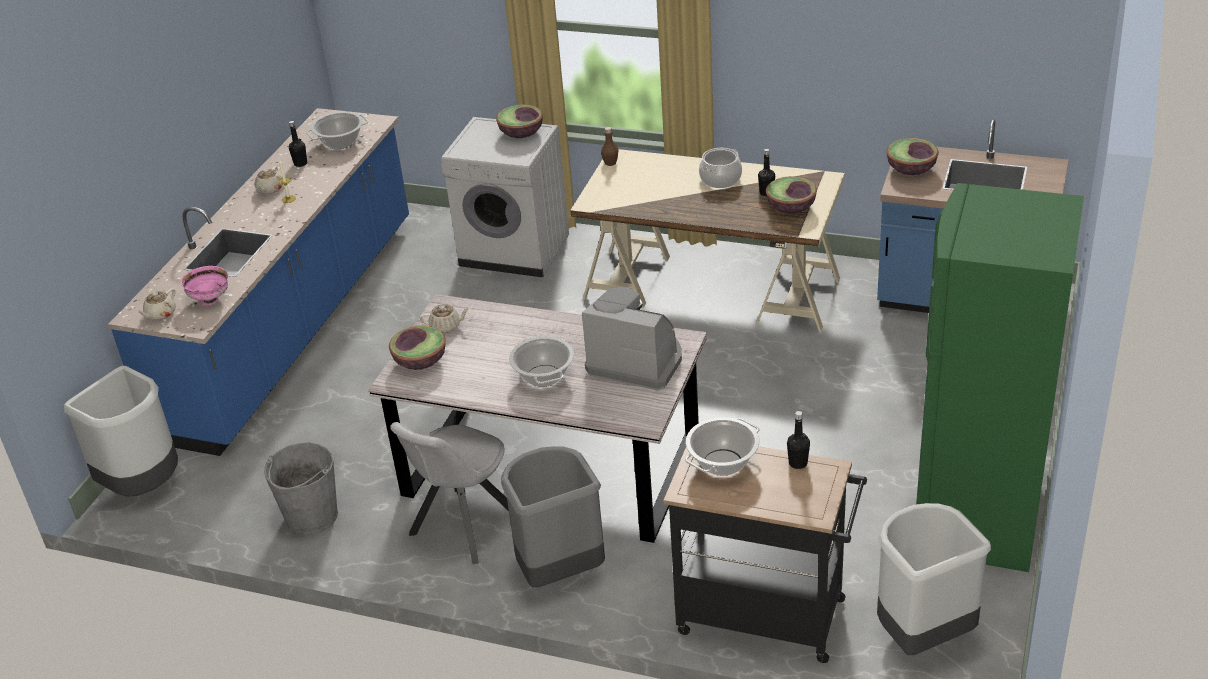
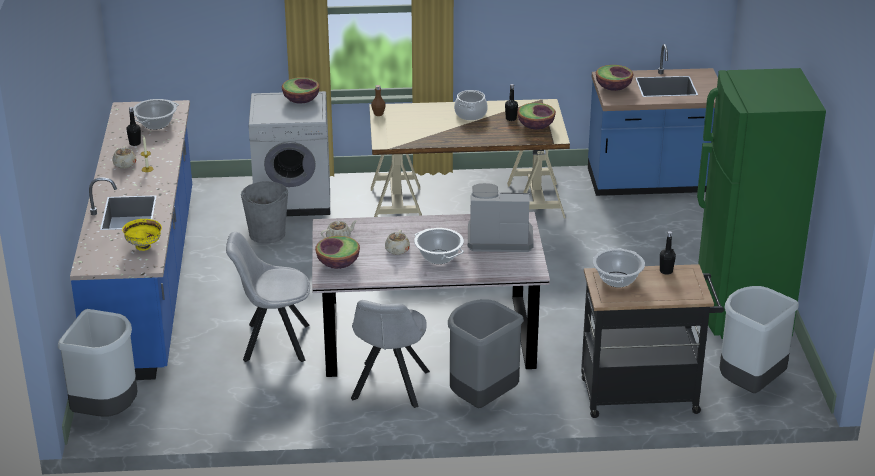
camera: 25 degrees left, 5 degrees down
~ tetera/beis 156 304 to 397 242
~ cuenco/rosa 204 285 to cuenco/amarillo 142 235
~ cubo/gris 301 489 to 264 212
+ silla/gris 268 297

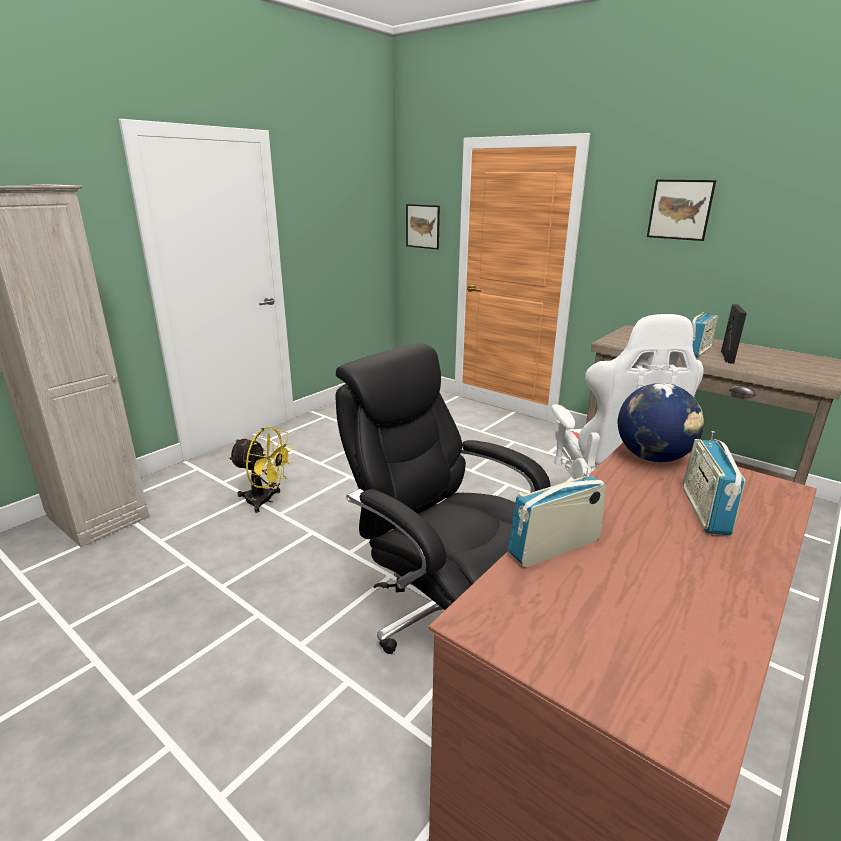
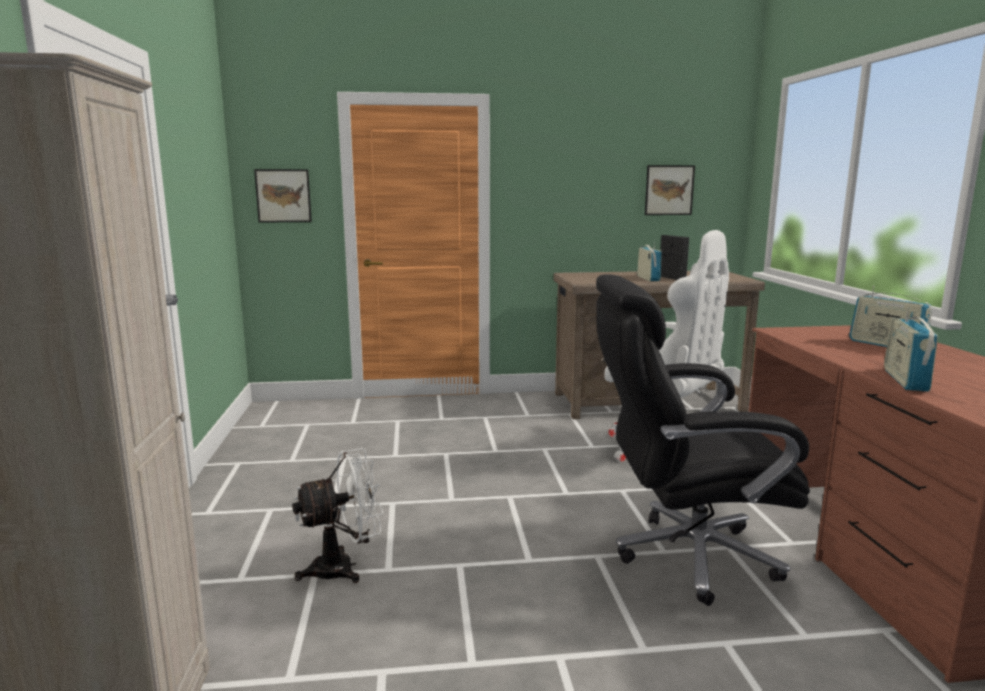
camera: 45 degrees left, 10 degrees down
~ ventilador/amarillo 261 470 to ventilador/blanco 337 515
- globo terráqueo 661 423
~ cuadro 681 210 to 670 190

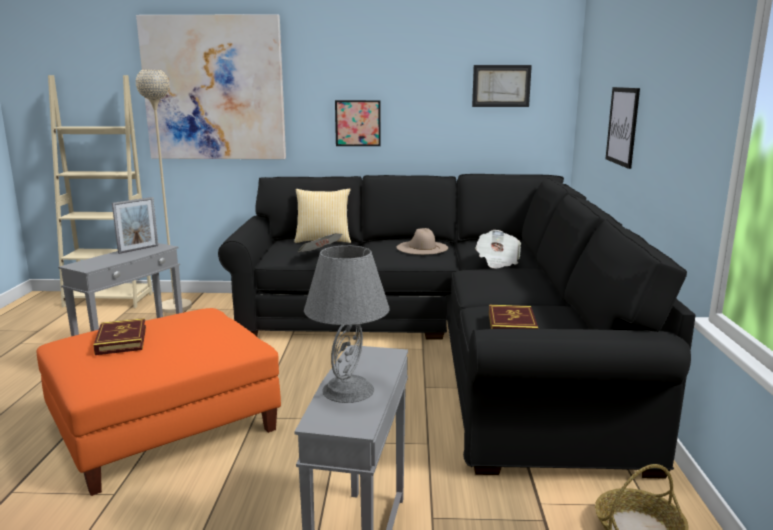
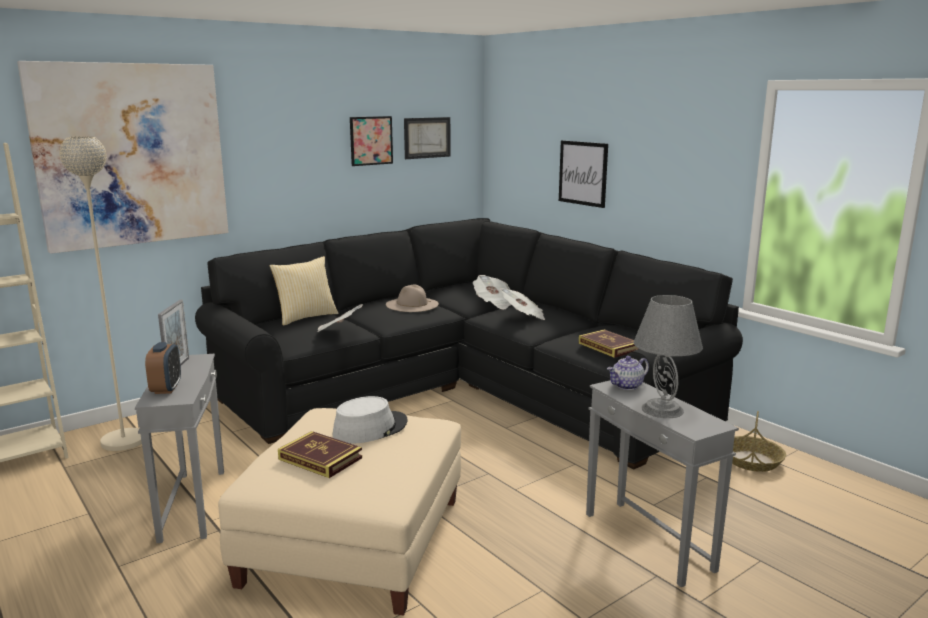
camera: 40 degrees left, 0 degrees up
~ puf/naranja 159 402 to puf/beis 339 512
~ cuadro 358 123 to 371 141
+ despertador 163 368
+ sombrero/gris 370 420
+ periódico 522 304
+ tetera 628 373

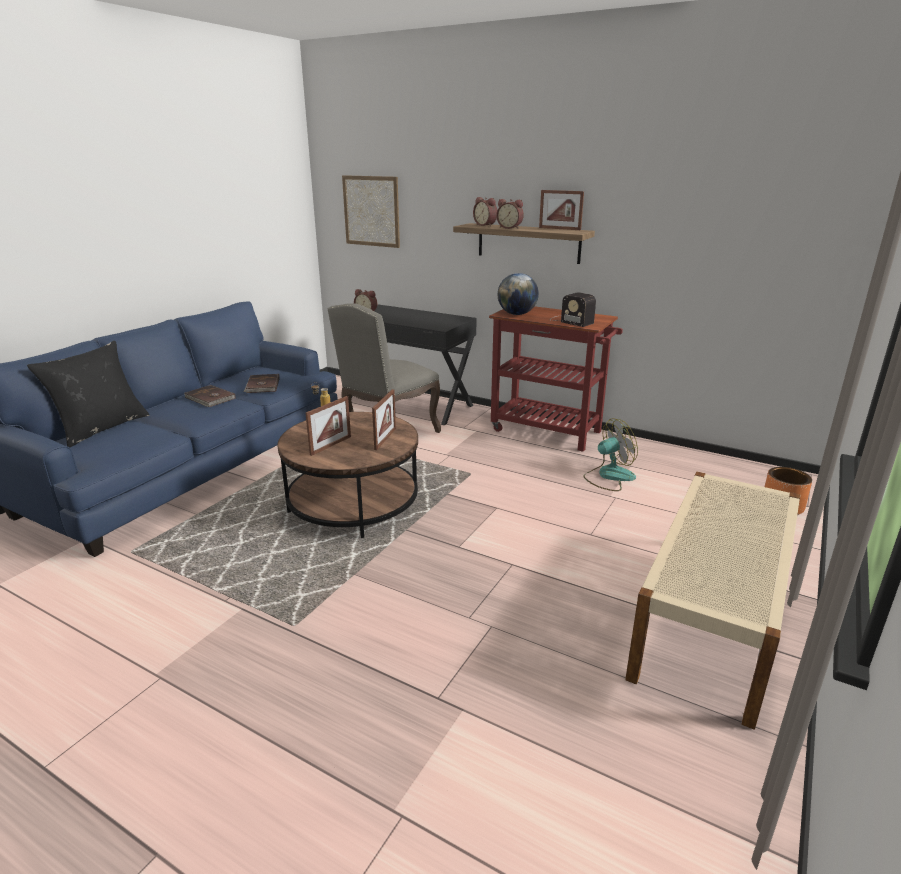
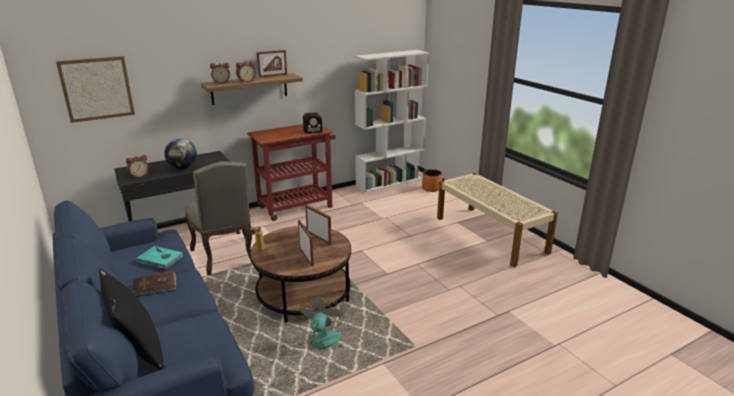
camera: 60 degrees left, 0 degrees up
~ libro/marrón 261 383 to libro/turquesa 159 257
~ globo terráqueo 518 294 to 180 153
~ ventilador 610 454 to 322 325
+ estantería/blanco 391 121

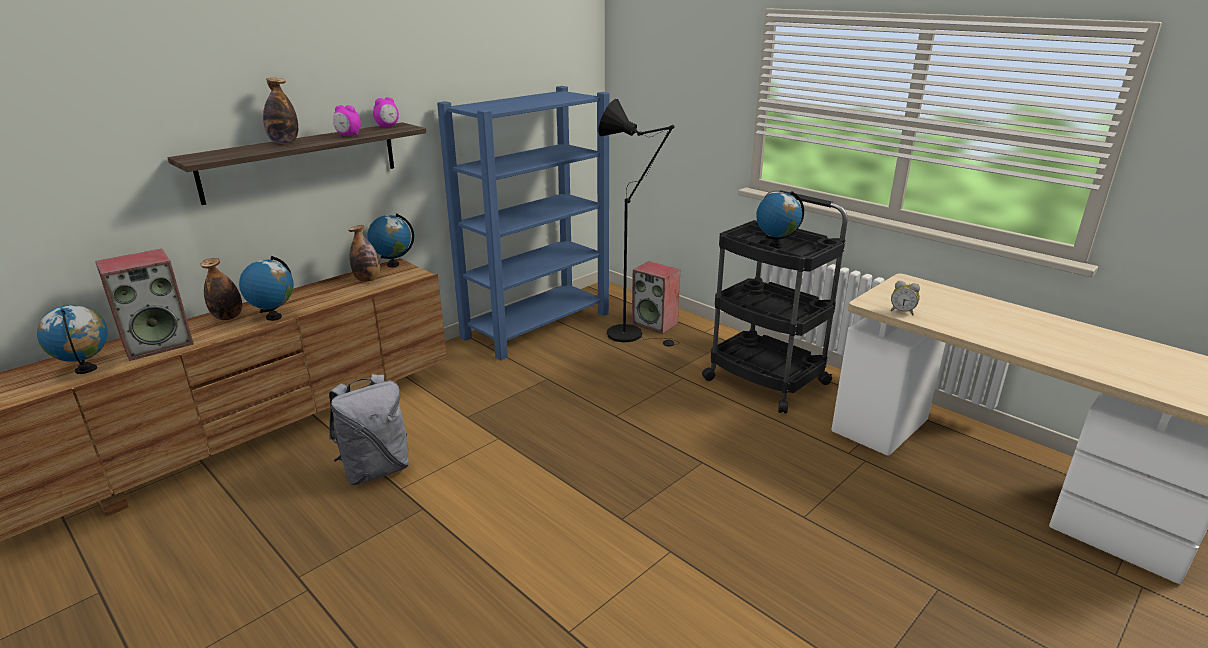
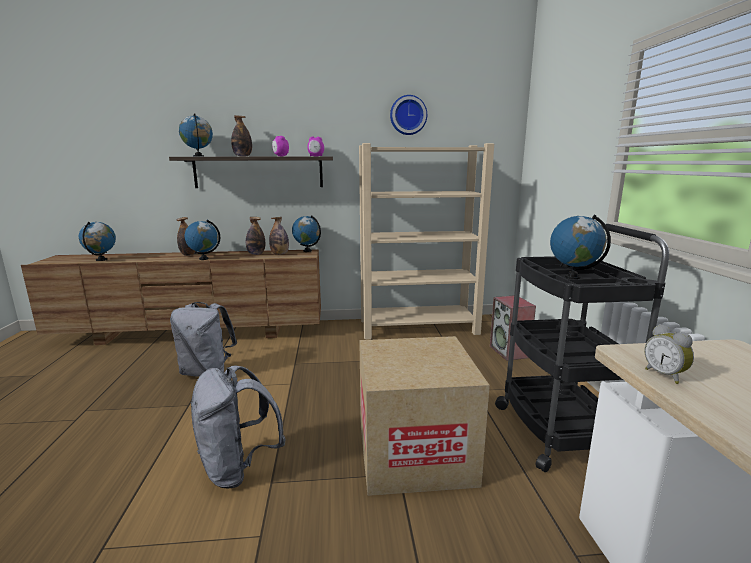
camera: 40 degrees right, 10 degrees down
- altavoz 144 305
~ estantería/azul 523 223 to estantería/beis 426 241
- lámpara de pie/negro 637 223
+ globo terráqueo 196 135
+ mochila/gris 238 426
+ botella 255 236
+ caja de cartón 424 416
+ reloj de pared 408 115

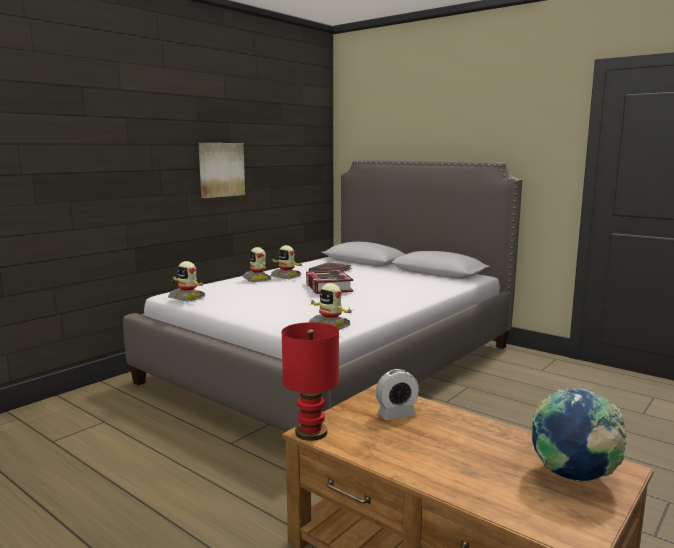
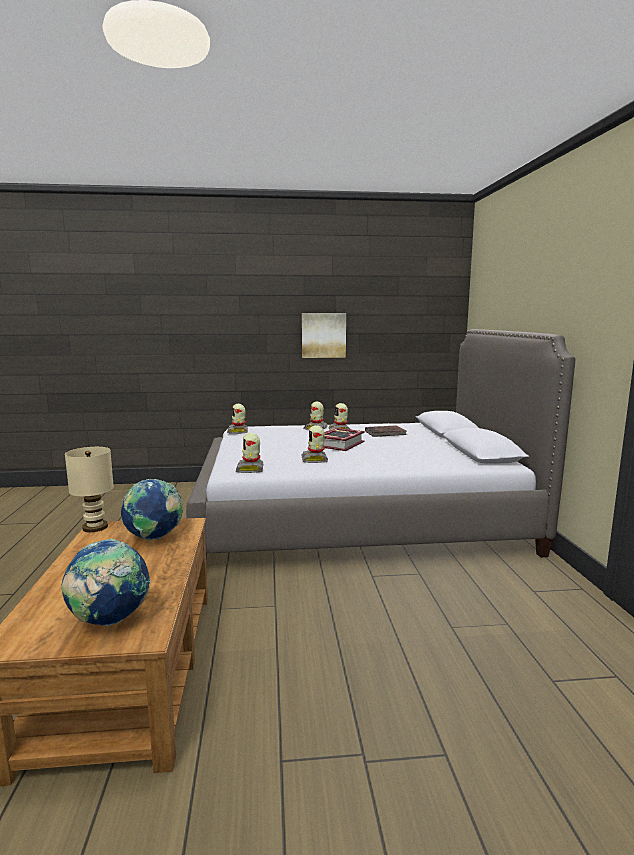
camera: 45 degrees right, 0 degrees up
~ lámpara de mesa/rojo 310 381 to lámpara de mesa/beis 89 489
~ despertador 397 394 to globo terráqueo 152 510
+ robot de juguete 315 444

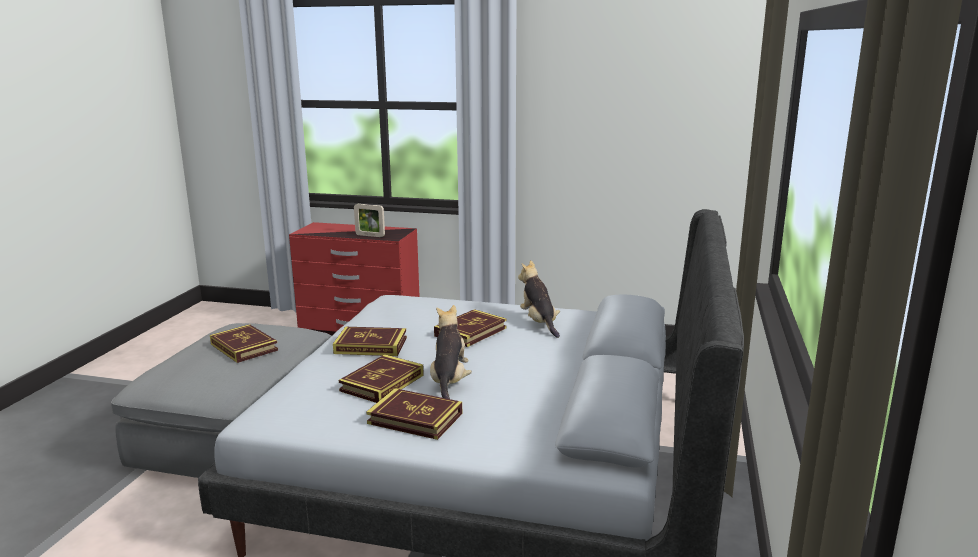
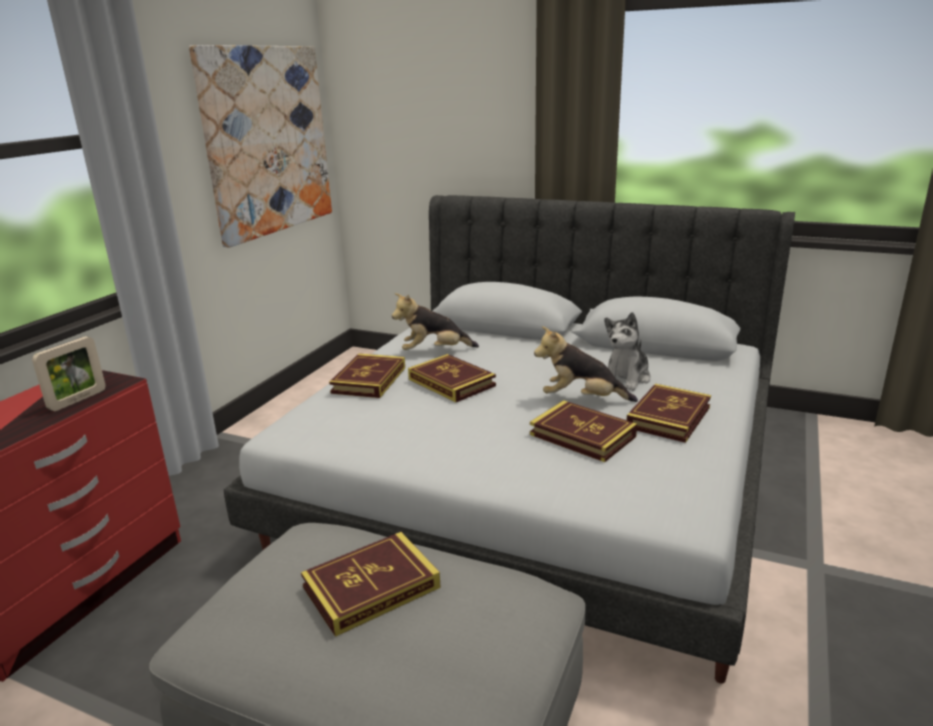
camera: 80 degrees left, 5 degrees up
~ libro 370 341 to 367 376
+ cuadro 260 146
+ peluche 627 351

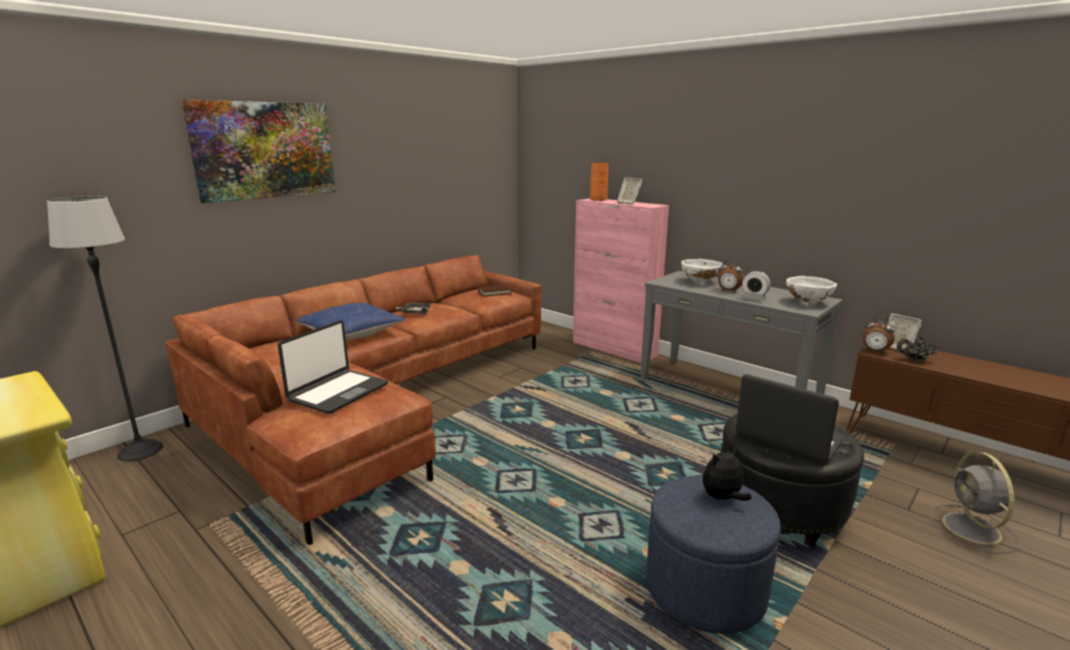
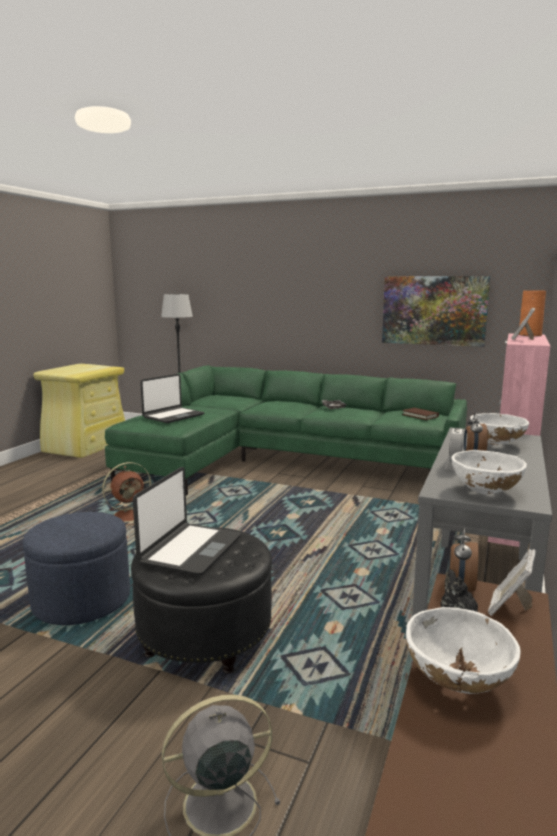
camera: 70 degrees right, 5 degrees down
~ sofá/marrón 353 400 to sofá/verde 286 430
~ cuadro 259 151 to 436 311
~ portátil 333 367 = 172 398 60 degrees counterclockwise
- cojín/azul 350 321
- peluche 727 473
+ ventilador/marrón 126 493
+ cuenco/blanco 463 650

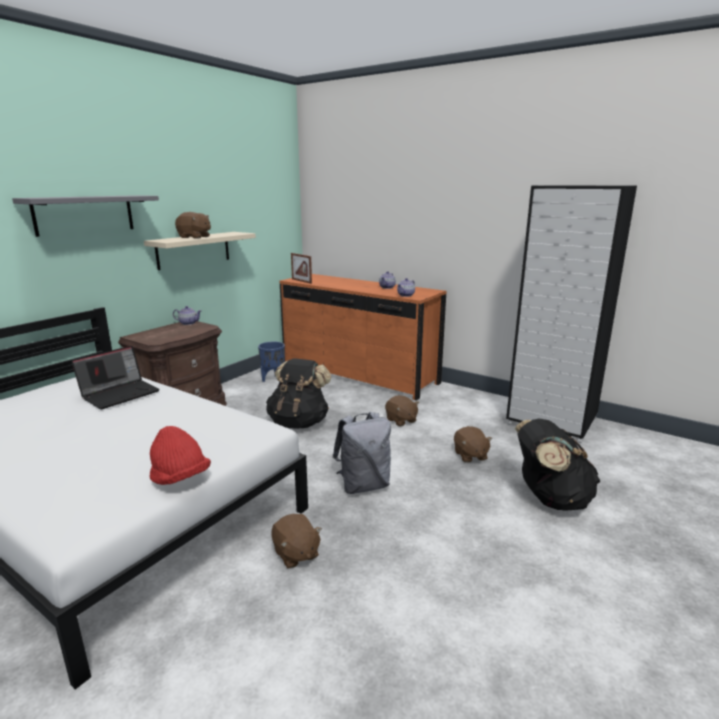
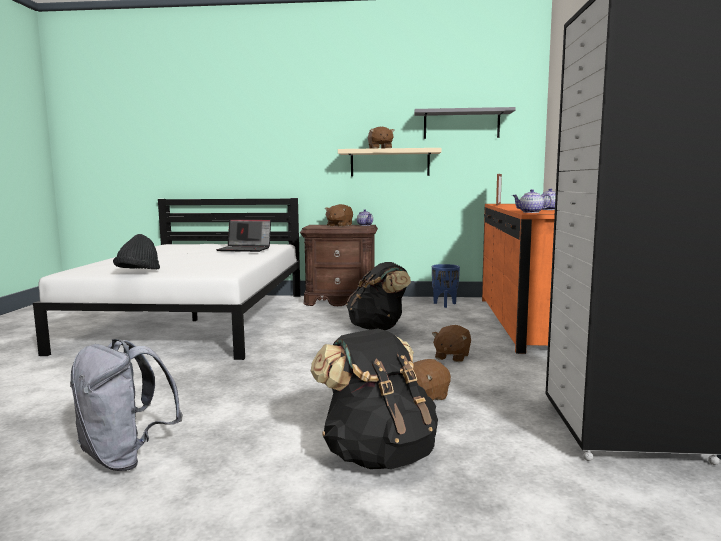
camera: 60 degrees right, 10 degrees down
~ estante/gris 85 216 to 465 123
~ sombrero/rojo 180 455 to sombrero/negro 136 251
~ peluche/marrón 296 541 to 339 215
~ mochila/gris 361 453 to 126 405

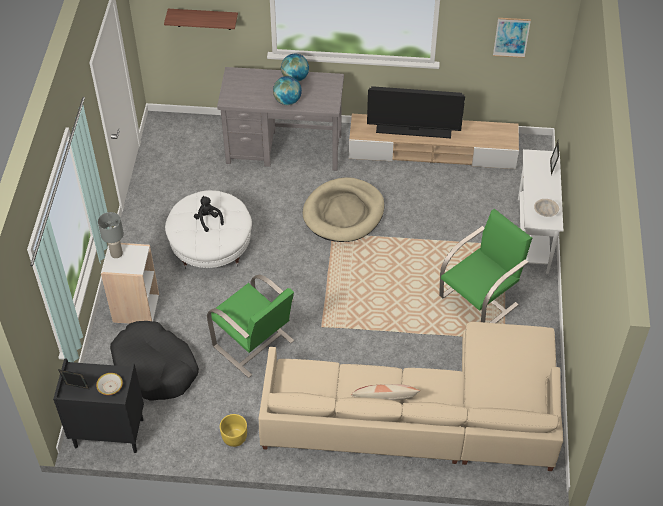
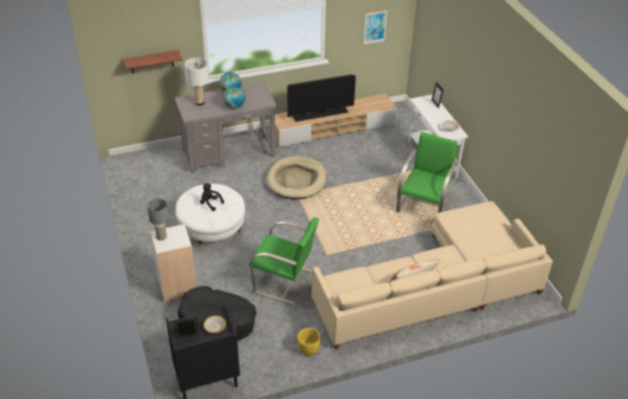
camera: 25 degrees left, 10 degrees down
+ lámpara de mesa/blanco 196 82

